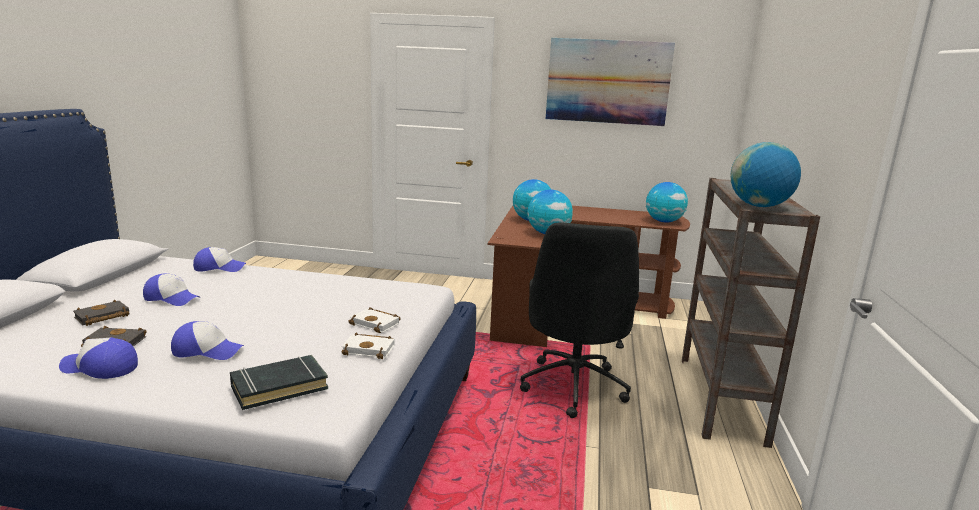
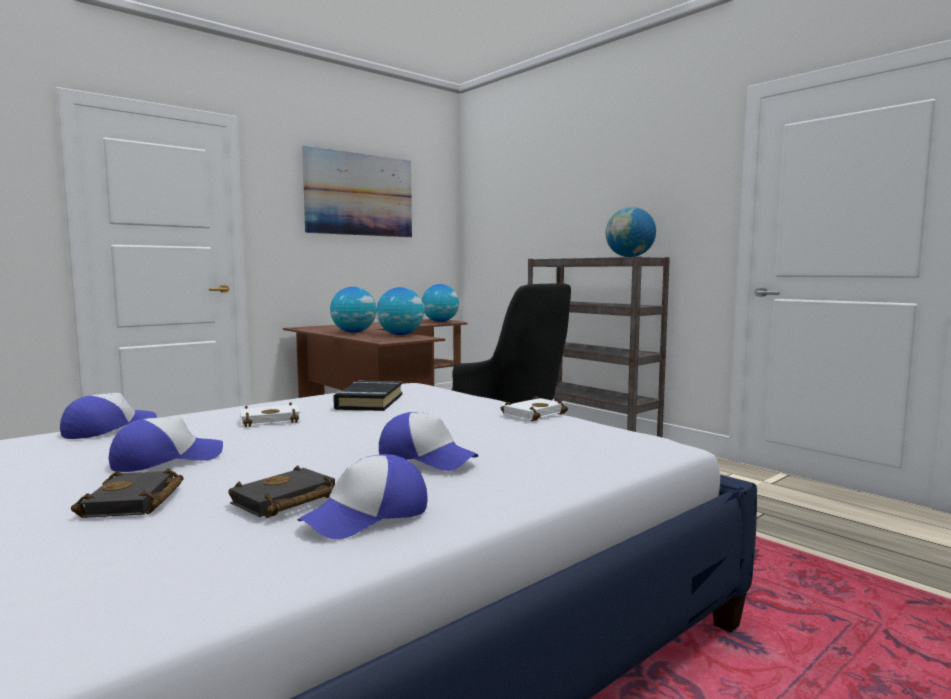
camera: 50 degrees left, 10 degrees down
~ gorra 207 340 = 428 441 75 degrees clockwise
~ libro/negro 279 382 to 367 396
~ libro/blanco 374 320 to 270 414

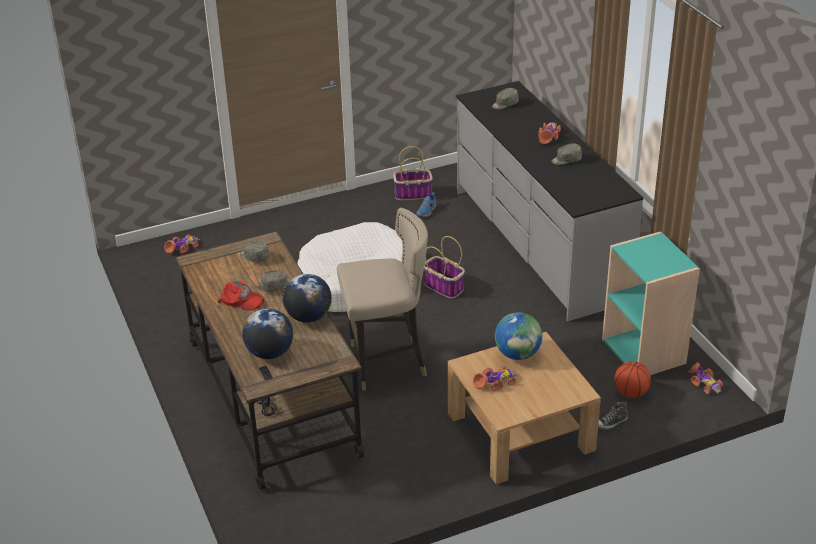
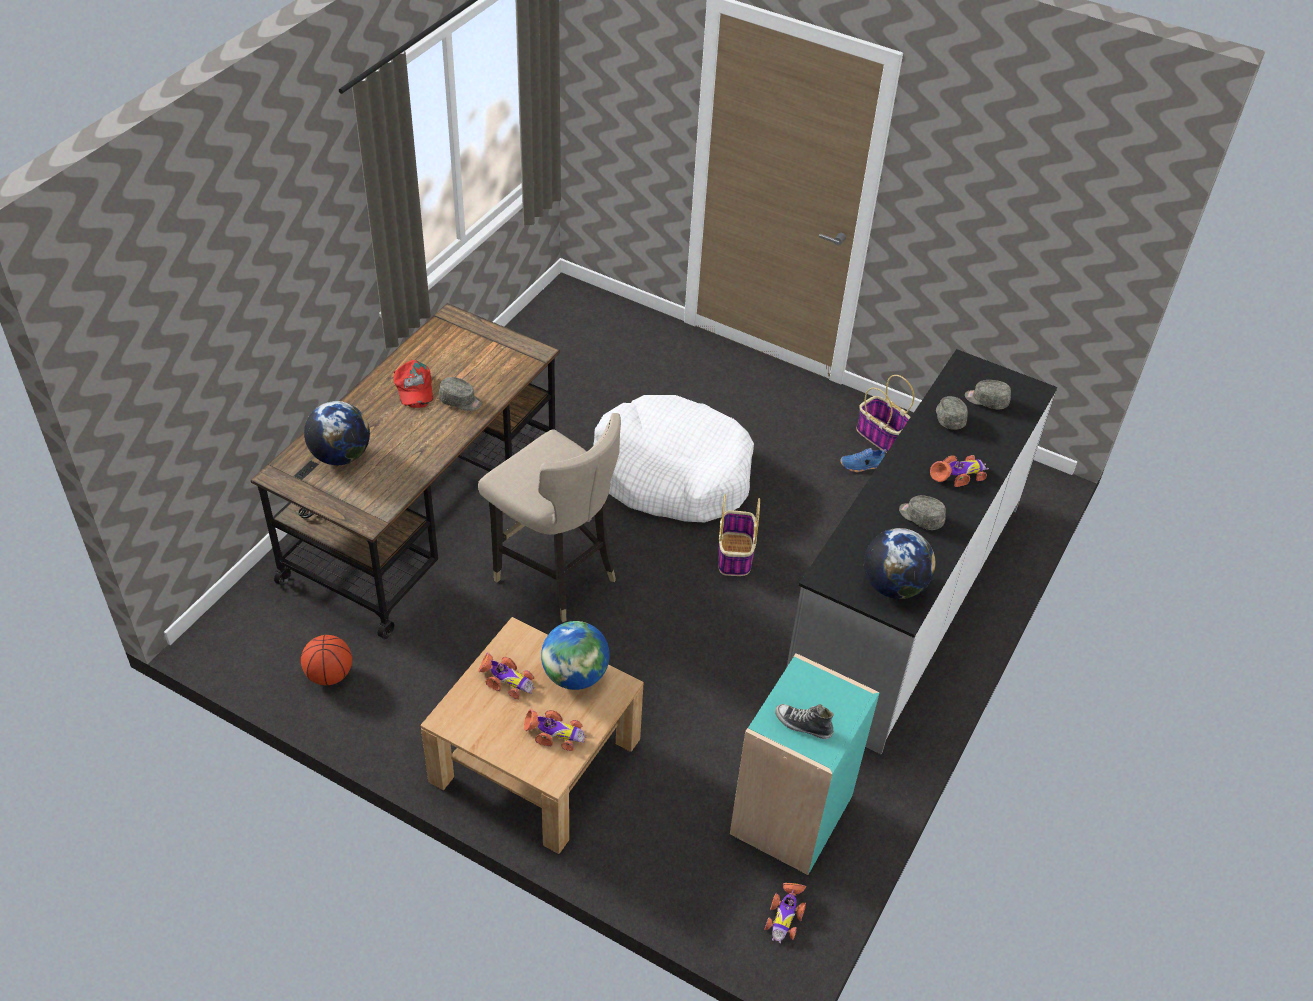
camera: 50 degrees right, 10 degrees up
~ coche de juguete 182 244 to 555 730
~ gorra/gris 255 252 to 952 413
~ globo terráqueo 307 298 to 900 563
~ zapato 613 416 to 804 721
~ balón de baloncesto 632 379 to 327 660

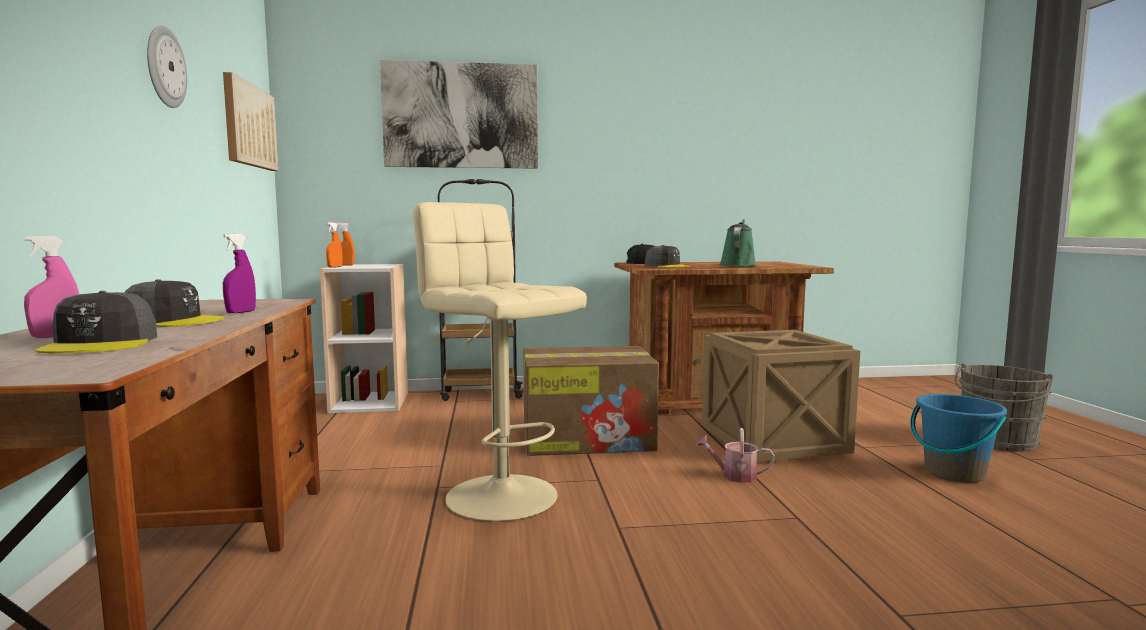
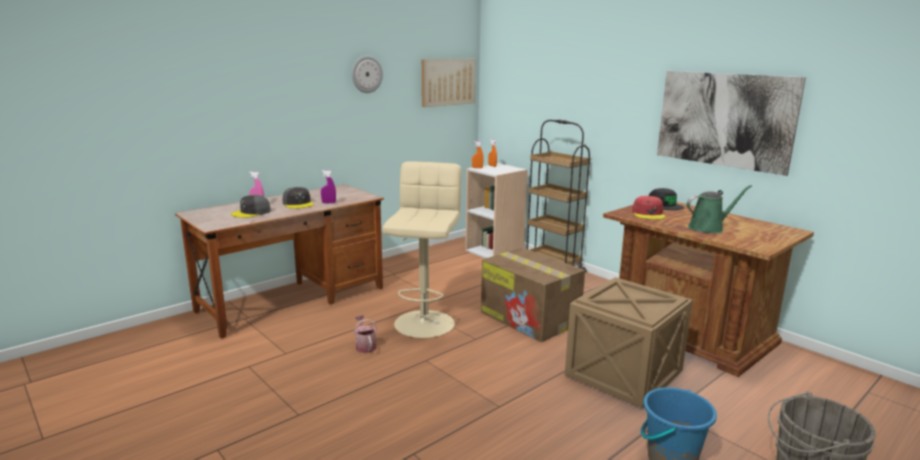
camera: 55 degrees right, 10 degrees up
~ cuadro 459 114 to 731 123
~ gorra/gris 668 256 to gorra/rojo 648 207
~ regadera 735 455 to 365 334

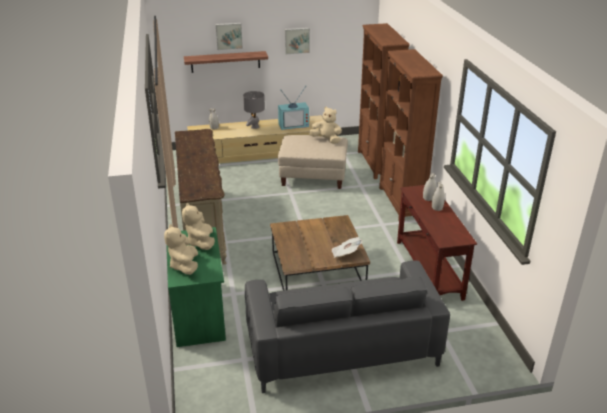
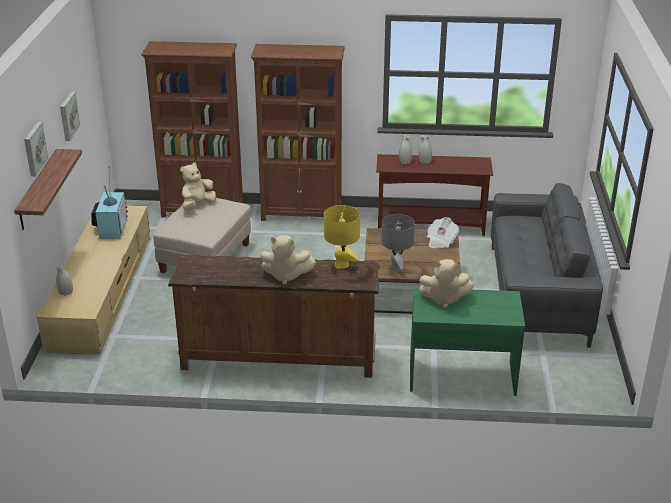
camera: 75 degrees left, 0 degrees up
~ peluche/beis 181 249 to 288 260
~ lámpara de mesa/gris 254 110 to 398 243
+ lámpara de mesa/amarillo 342 237

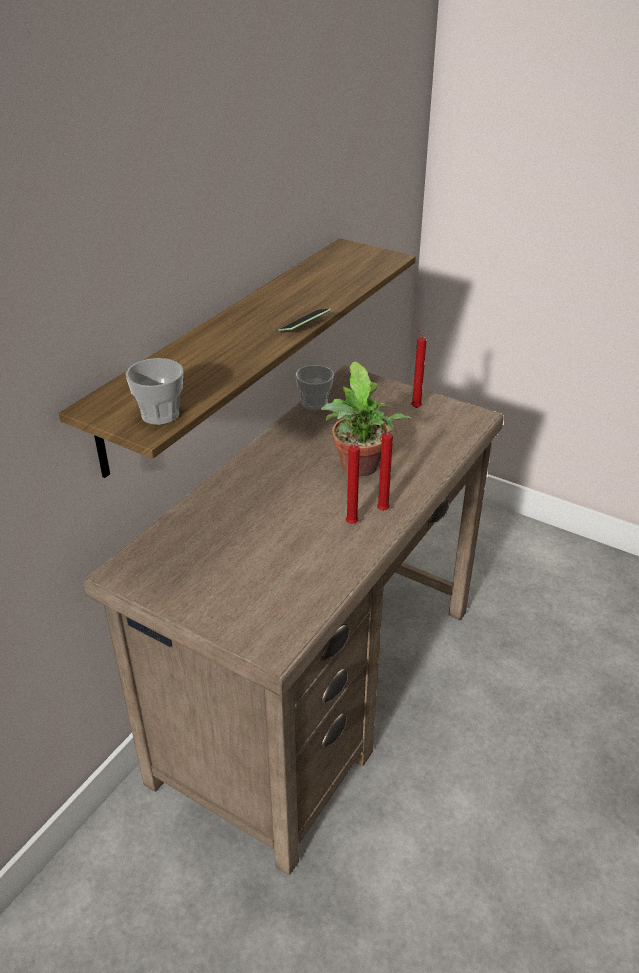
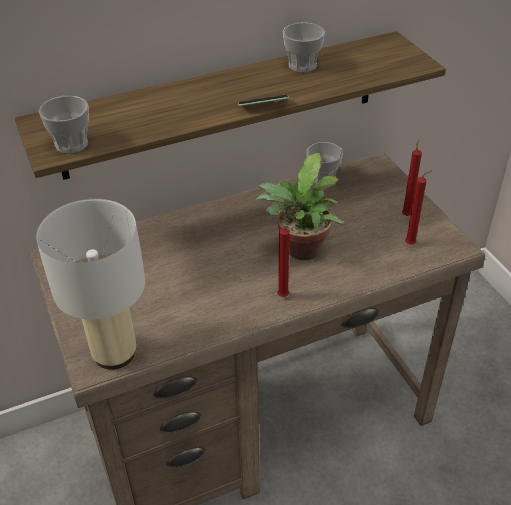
camera: 35 degrees right, 5 degrees up
~ vela/rojo 354 479 to 418 207
+ lámpara de mesa/blanco 90 284
+ taza 304 47

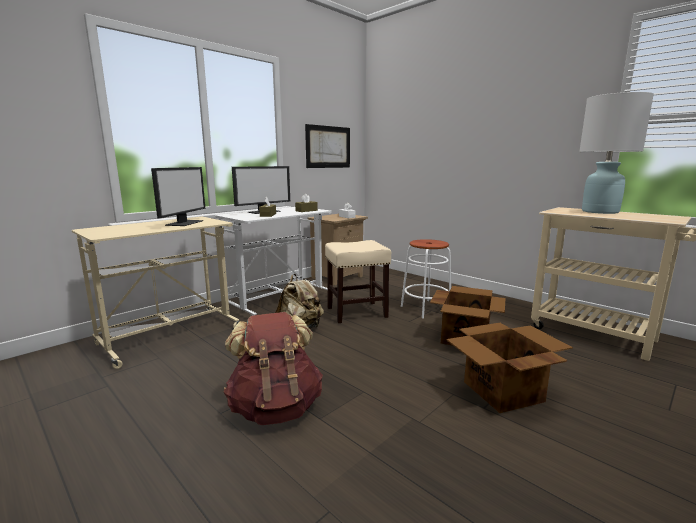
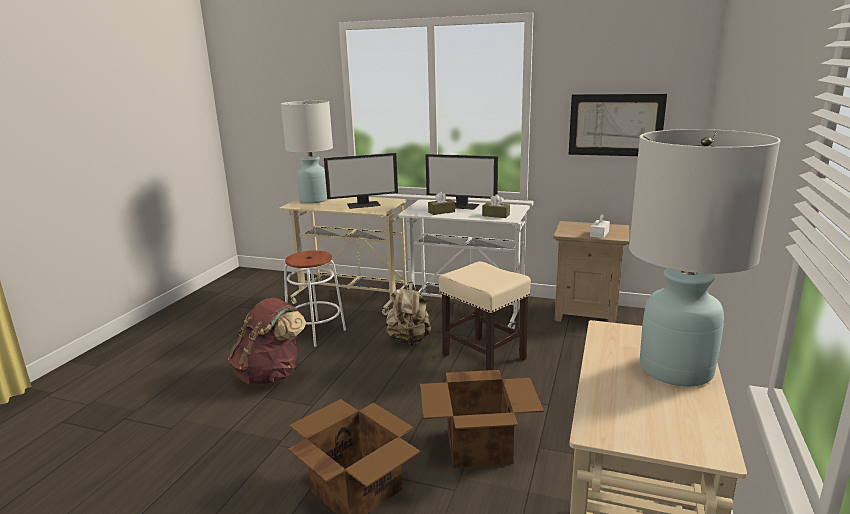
camera: 65 degrees right, 5 degrees up
~ taburete/blanco 426 278 to 315 299
+ lámpara de mesa/blanco 307 152

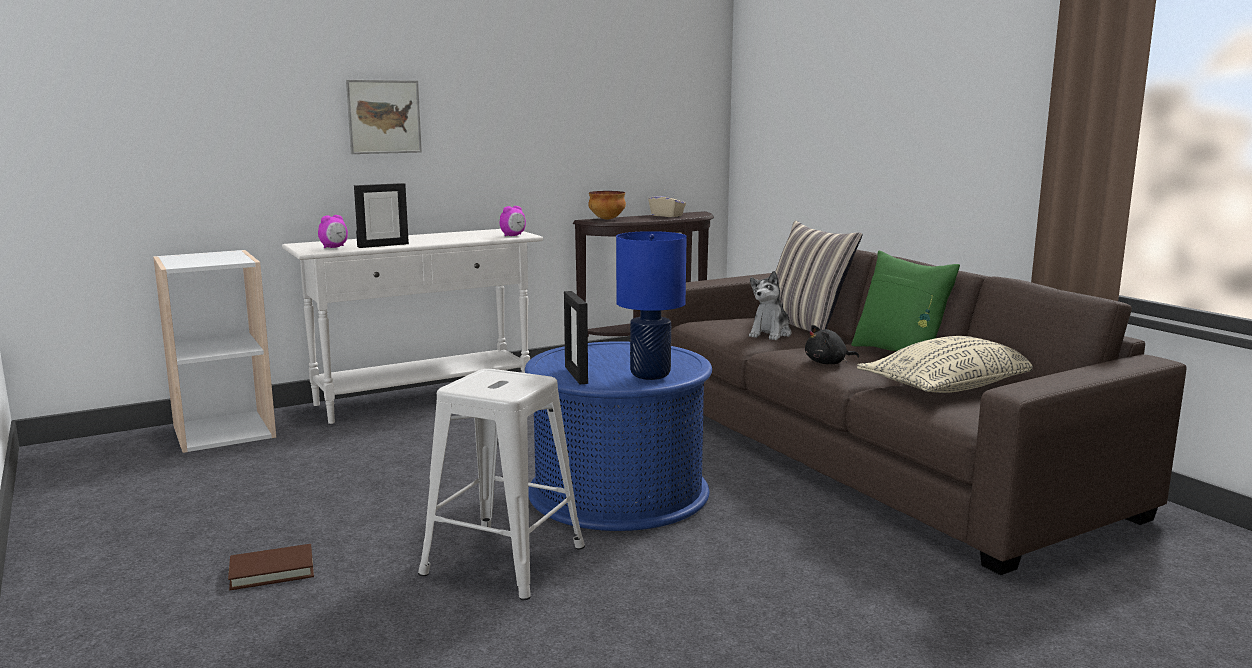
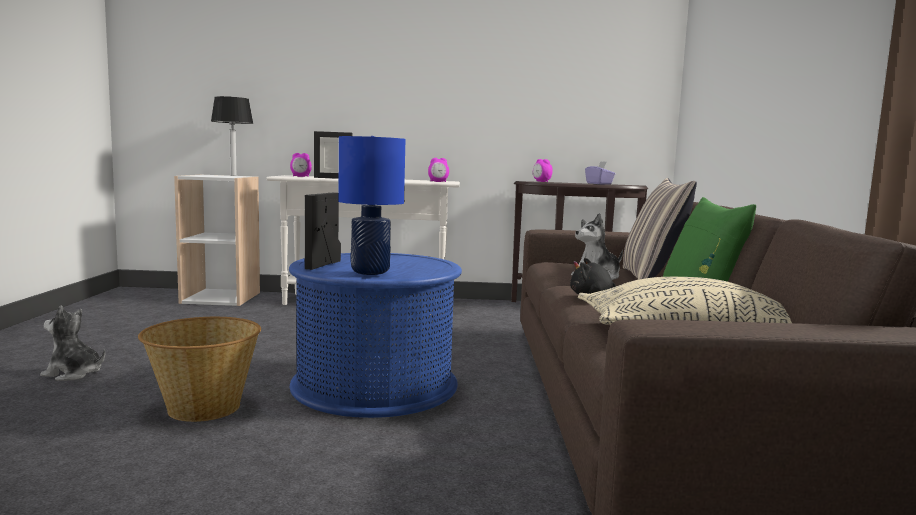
camera: 30 degrees right, 5 degrees down
~ libro/marrón 271 567 to peluche 72 343
- cuadro 384 117
~ taburete/blanco 501 484 to cesta 199 369
~ cuenco 607 205 to despertador 543 170
~ caja de pañuelos/beis 667 203 to caja de pañuelos/morado 600 173
+ lámpara de mesa 232 136

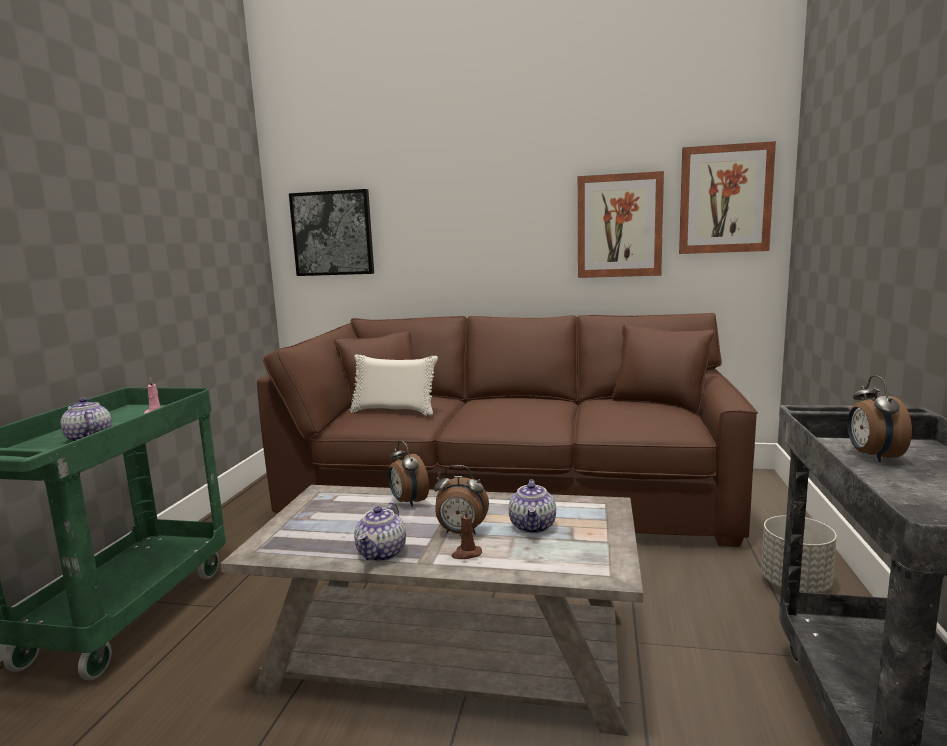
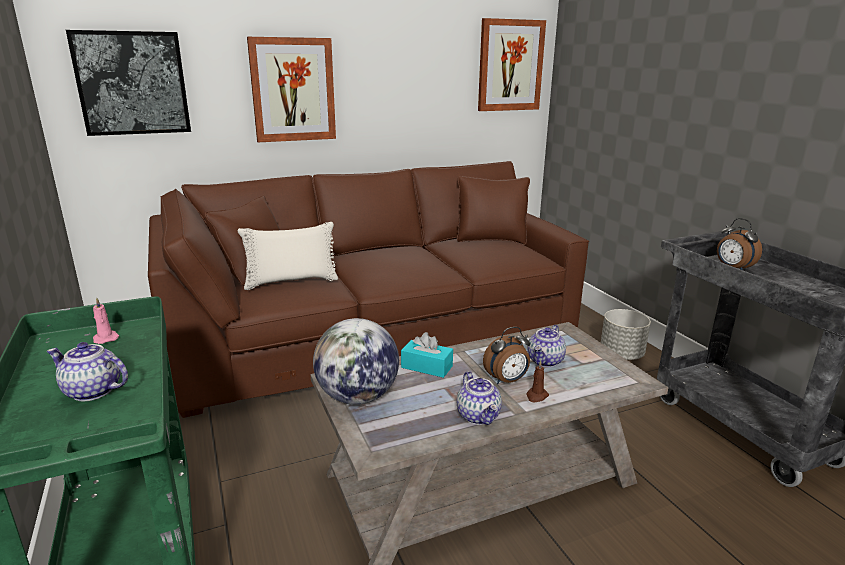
camera: 35 degrees left, 10 degrees up
~ despertador 408 474 to caja de pañuelos/turquesa 427 355
~ tetera 532 506 = 546 346 60 degrees clockwise
~ cuadro 621 224 to 291 89
+ globo terráqueo 356 361

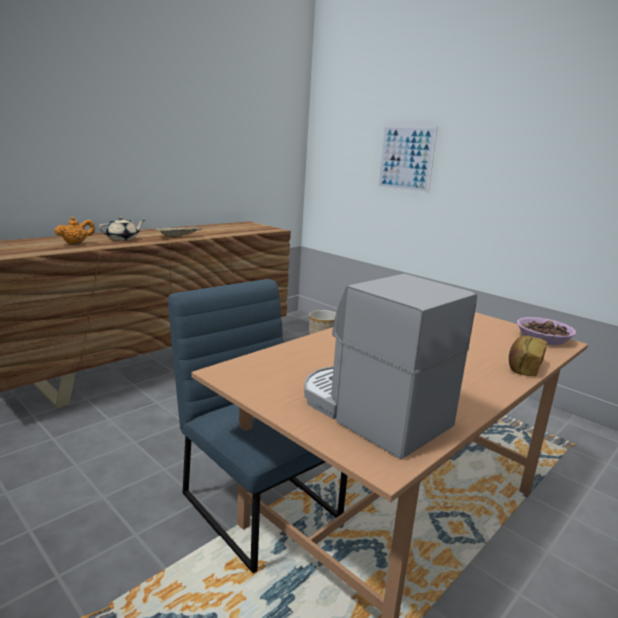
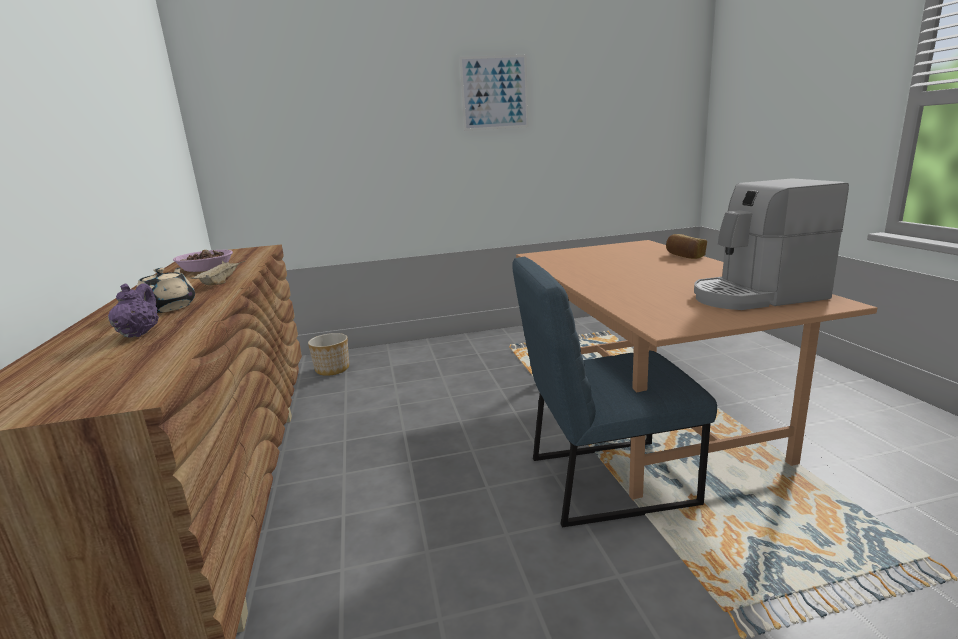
camera: 55 degrees left, 0 degrees up
~ tetera/naranja 74 230 to tetera/morado 133 310
~ cuadro 407 159 to 494 93
~ cuenco 546 331 to 203 261

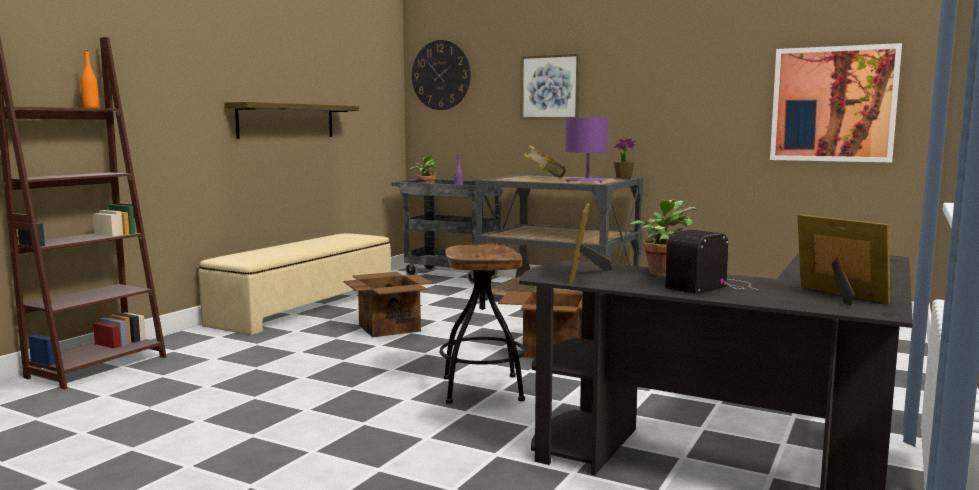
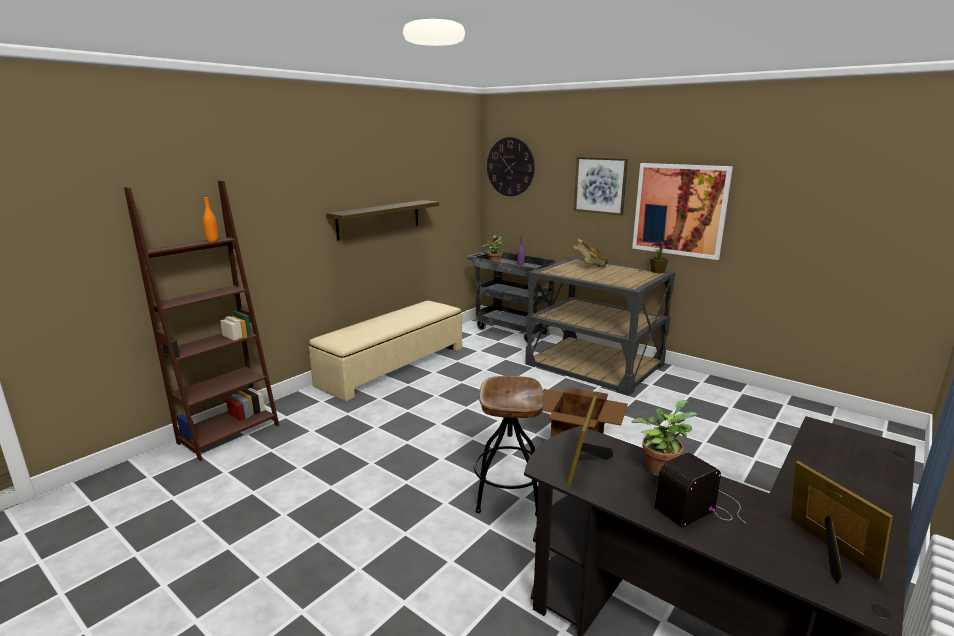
camera: 10 degrees right, 10 degrees up
- caja de cartón 388 304
- lámpara de mesa/morado 586 150
~ cuadro 836 102 to 682 211

